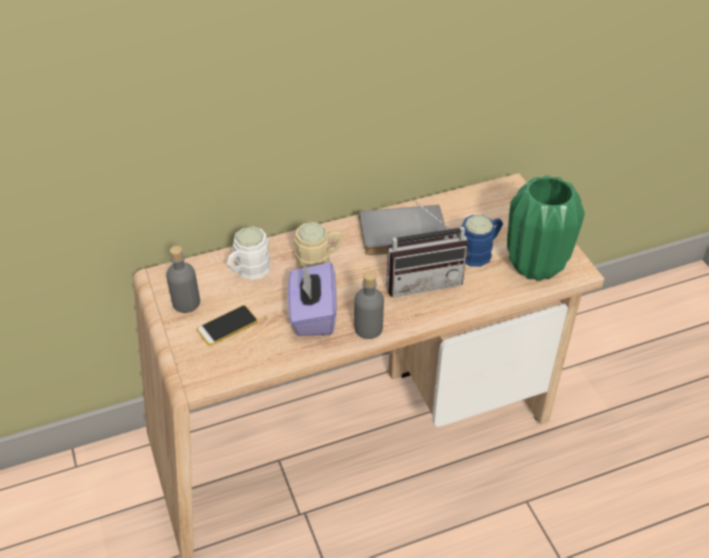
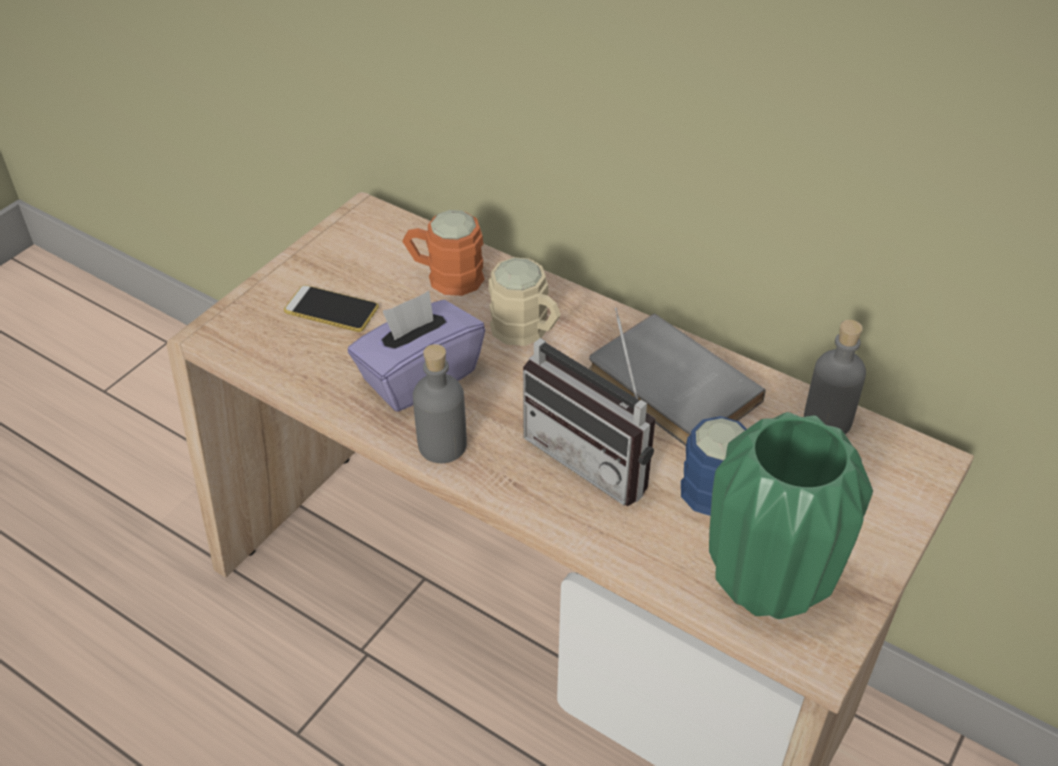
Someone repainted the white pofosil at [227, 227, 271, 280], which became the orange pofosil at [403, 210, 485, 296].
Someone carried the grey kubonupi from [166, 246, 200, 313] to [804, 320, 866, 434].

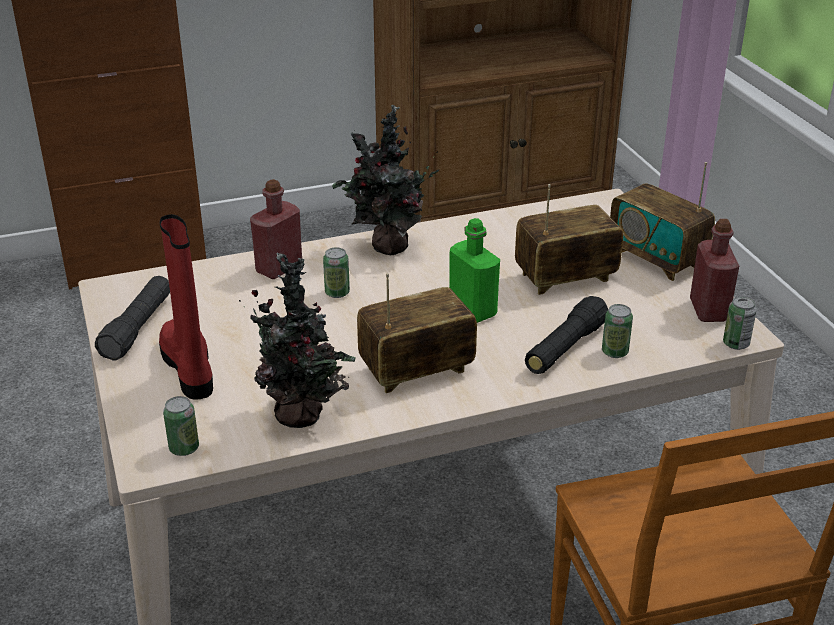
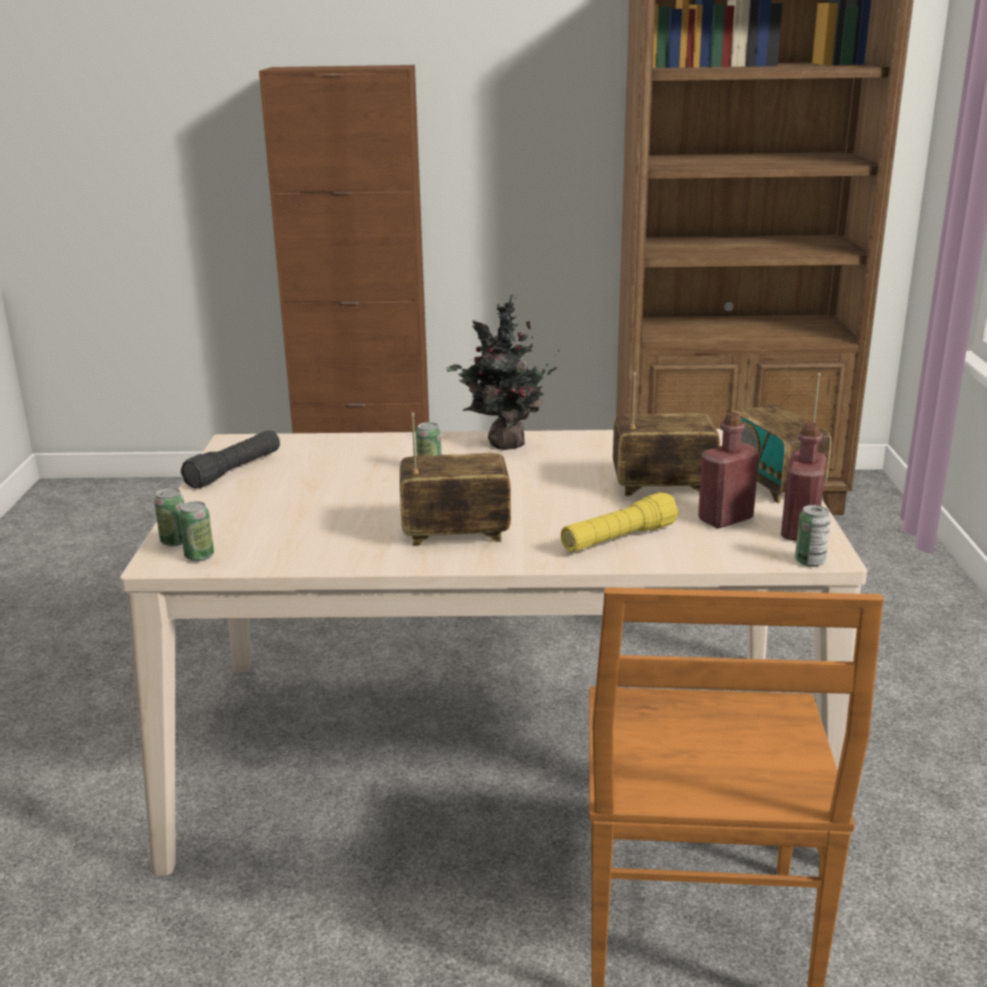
Someone carried the red kubonupi from [250, 179, 302, 279] to [698, 412, 760, 529].
Someone took away the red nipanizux at [159, 214, 213, 400].
Someone took away the green kubonupi at [449, 218, 500, 323].
Someone took away the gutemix at [239, 253, 356, 428].
Someone repainted the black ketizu at [525, 296, 609, 374], which became the yellow ketizu at [561, 492, 679, 552].
Someone carried the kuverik from [602, 304, 633, 358] to [154, 488, 185, 546].

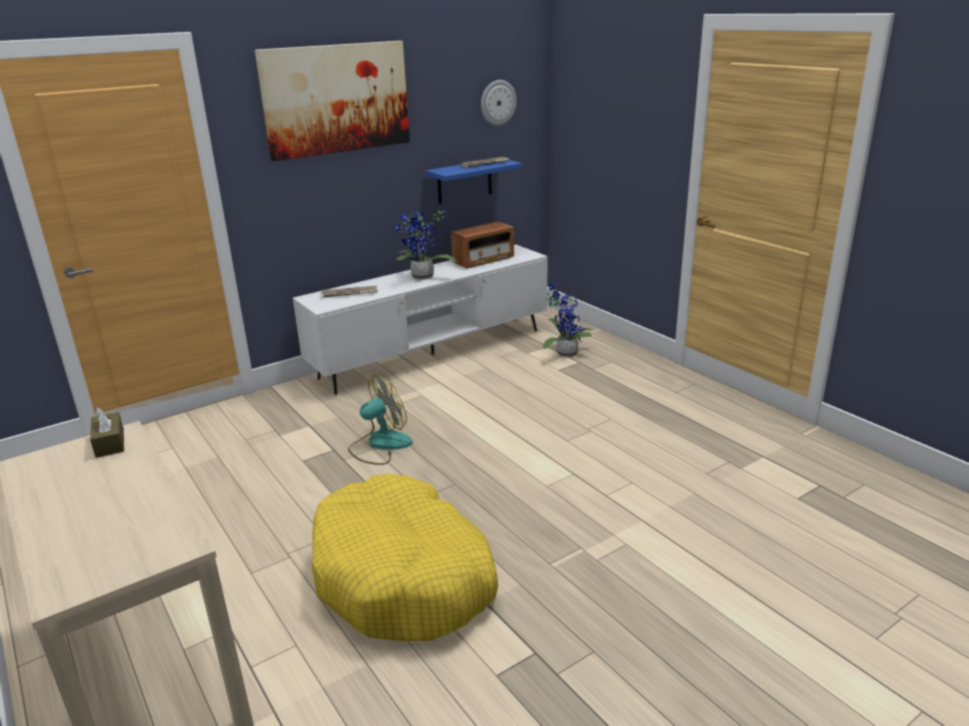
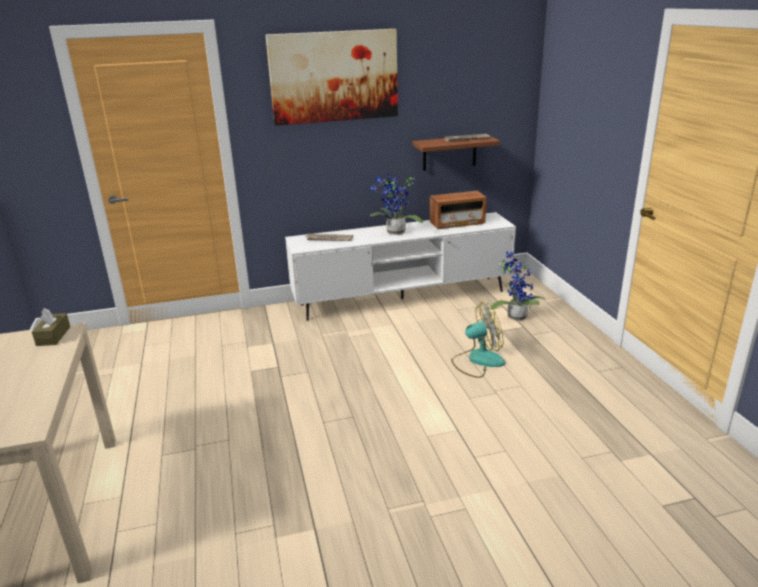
Someone took away the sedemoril at [481, 80, 517, 126].
Someone repainted the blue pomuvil at [426, 160, 522, 204], which became the brown pomuvil at [412, 136, 500, 171].
Someone carried the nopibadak from [348, 374, 413, 465] to [451, 302, 505, 378].
Someone took away the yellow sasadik at [311, 474, 498, 641].

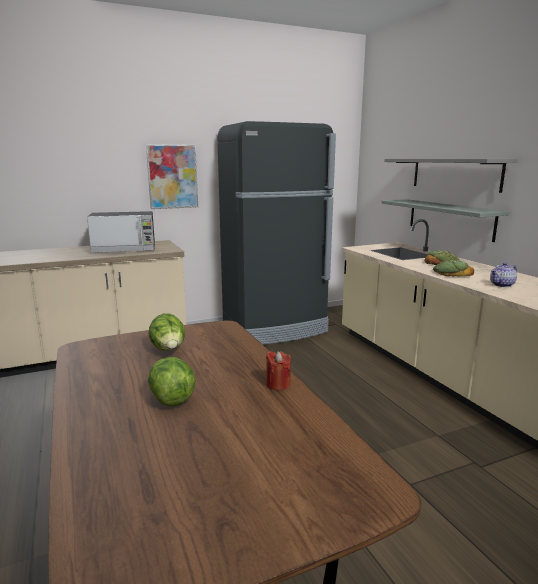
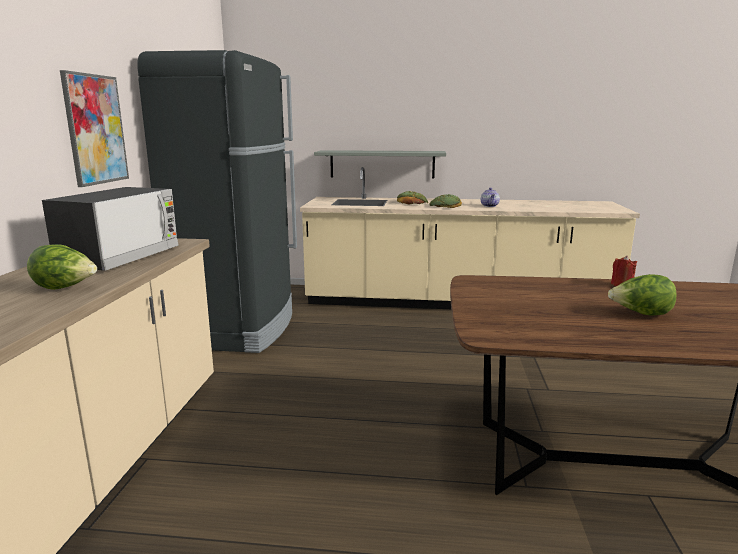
Someone took away the grey pomuvil at [384, 159, 518, 193].
Someone carried the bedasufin from [149, 313, 185, 351] to [27, 244, 97, 290].

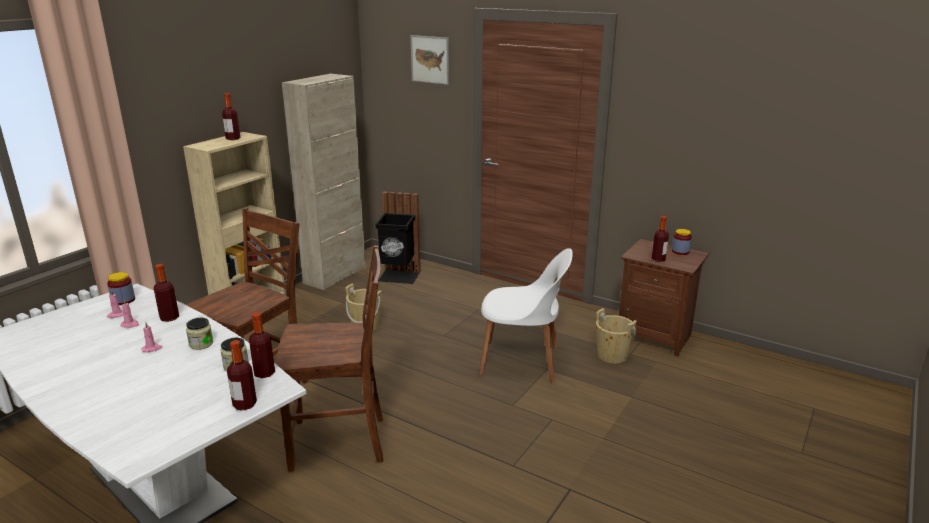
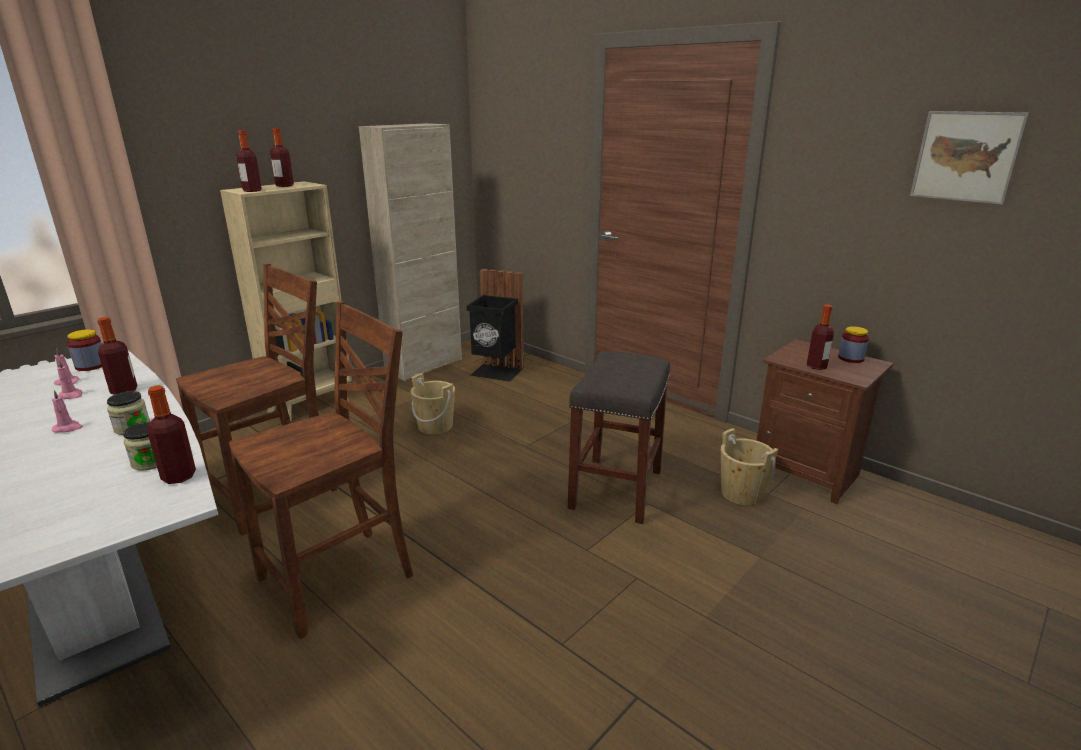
Someone carried the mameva from [410, 35, 449, 85] to [910, 111, 1029, 205].
Someone rotated the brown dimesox at [276, 246, 383, 472] by 45 degrees counterclockwise.
Someone swapped the white dimesox at [479, 248, 573, 383] for the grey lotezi at [568, 352, 670, 524].
Someone carried the kubonupi from [227, 340, 257, 410] to [237, 130, 262, 192].

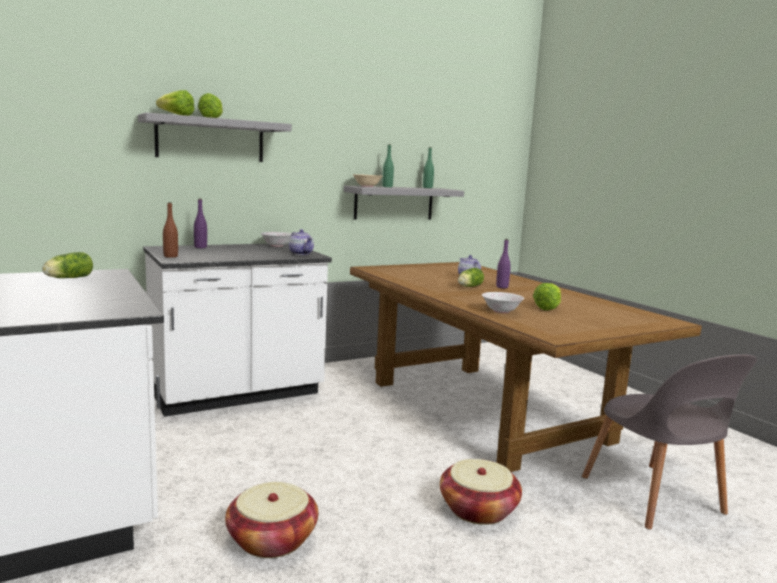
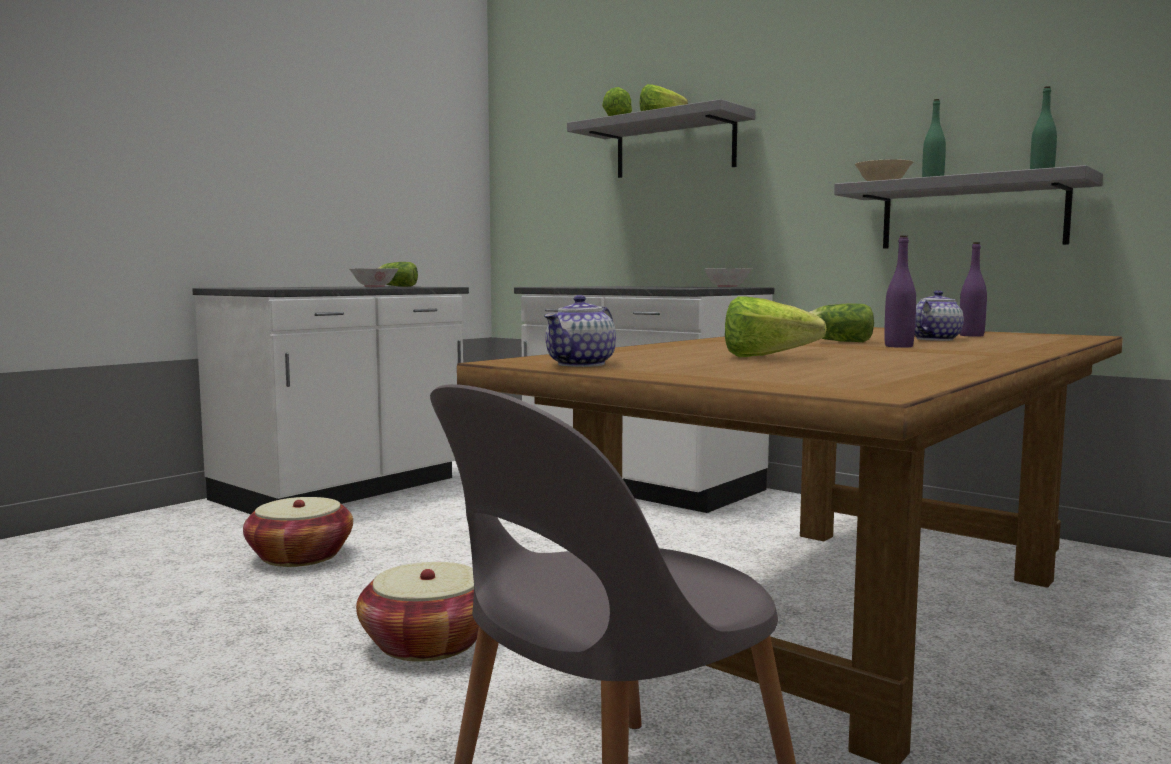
Someone carried the purple kubonupi from [194, 199, 207, 248] to [959, 242, 987, 337].
Someone took away the brown kubonupi at [163, 202, 178, 258].
Someone carried the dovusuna from [289, 229, 314, 255] to [544, 295, 616, 367].
Someone carried the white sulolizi from [482, 292, 524, 313] to [349, 268, 399, 287].

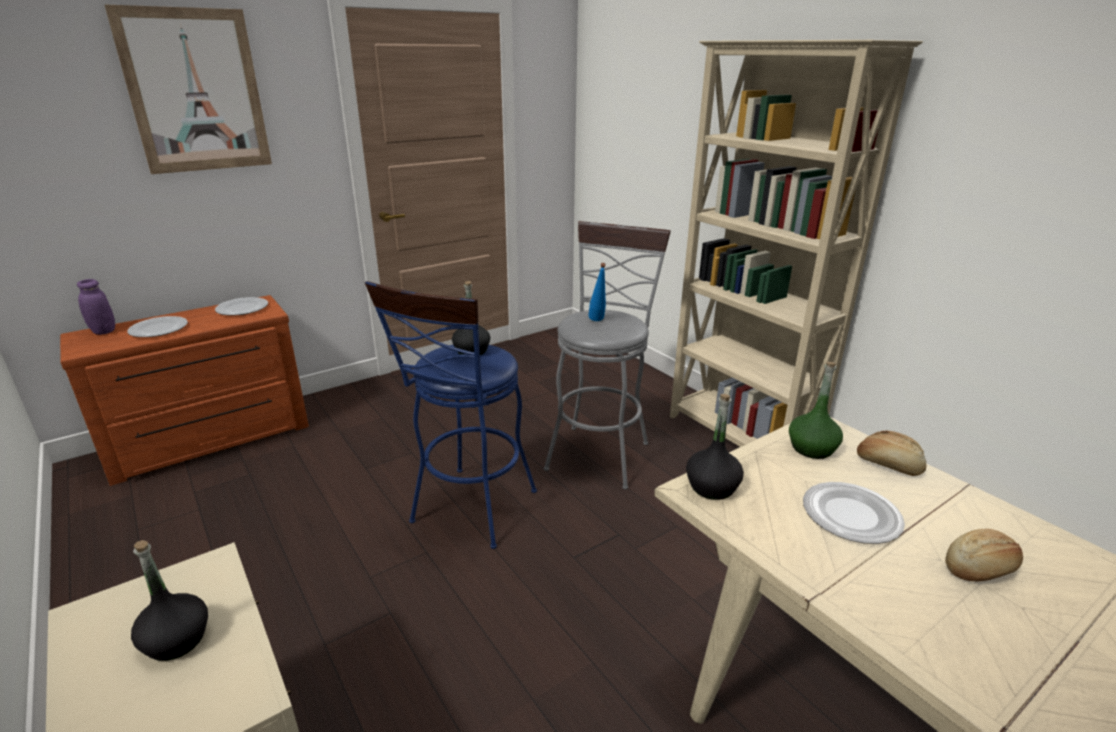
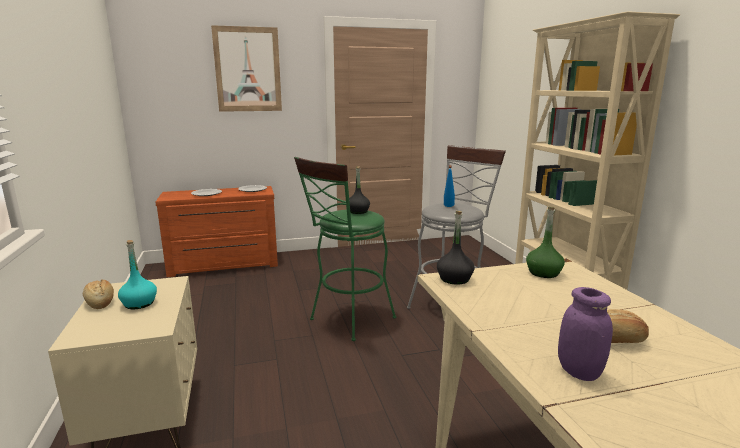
Someone carried the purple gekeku from [77, 279, 115, 335] to [558, 287, 613, 381].
Someone repainted the blue lotezi at [365, 281, 537, 549], which became the green lotezi at [294, 157, 396, 341].
Someone carried the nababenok from [857, 430, 926, 476] to [83, 280, 114, 309].
Someone took away the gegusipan at [803, 482, 905, 544].
Someone repainted the black kubonupi at [131, 540, 208, 661], which became the turquoise kubonupi at [118, 240, 157, 309].

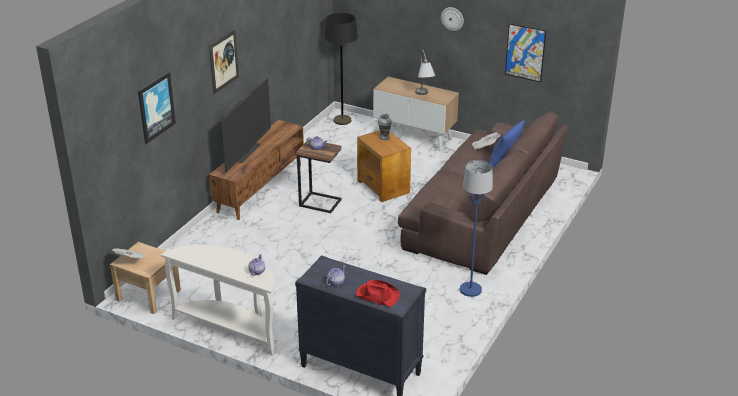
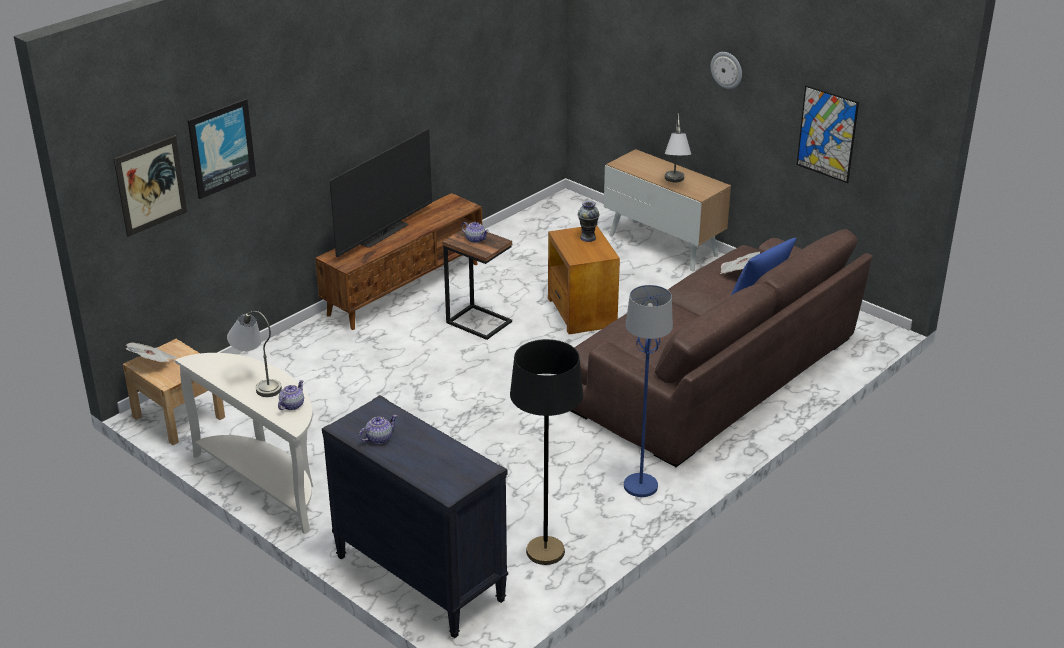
Someone carried the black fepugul from [324, 12, 358, 125] to [510, 339, 583, 565].
Someone carried the mameva from [209, 30, 239, 94] to [114, 136, 187, 237].
Someone took away the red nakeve at [356, 280, 400, 307].
Someone put down the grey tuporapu at [227, 311, 282, 397].

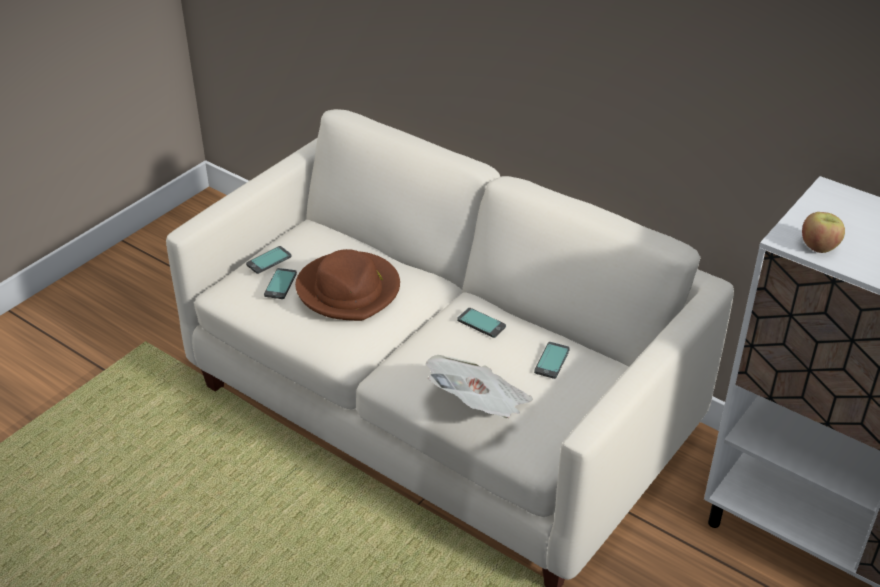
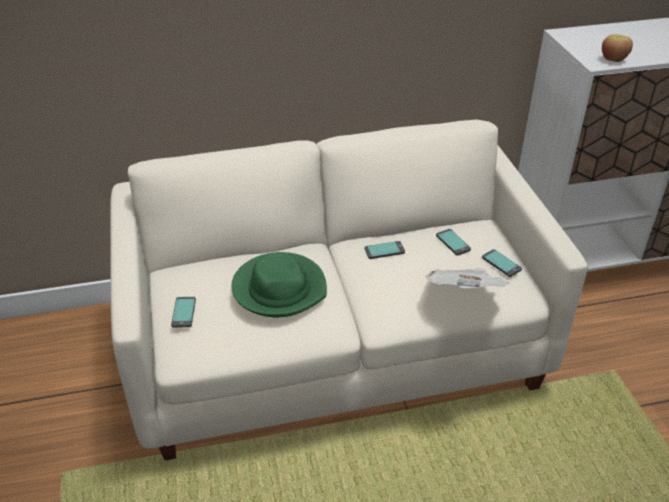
Someone repainted the brown nakeve at [295, 249, 400, 321], which became the green nakeve at [231, 252, 327, 317].
Someone carried the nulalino from [264, 268, 297, 299] to [482, 249, 522, 277].

